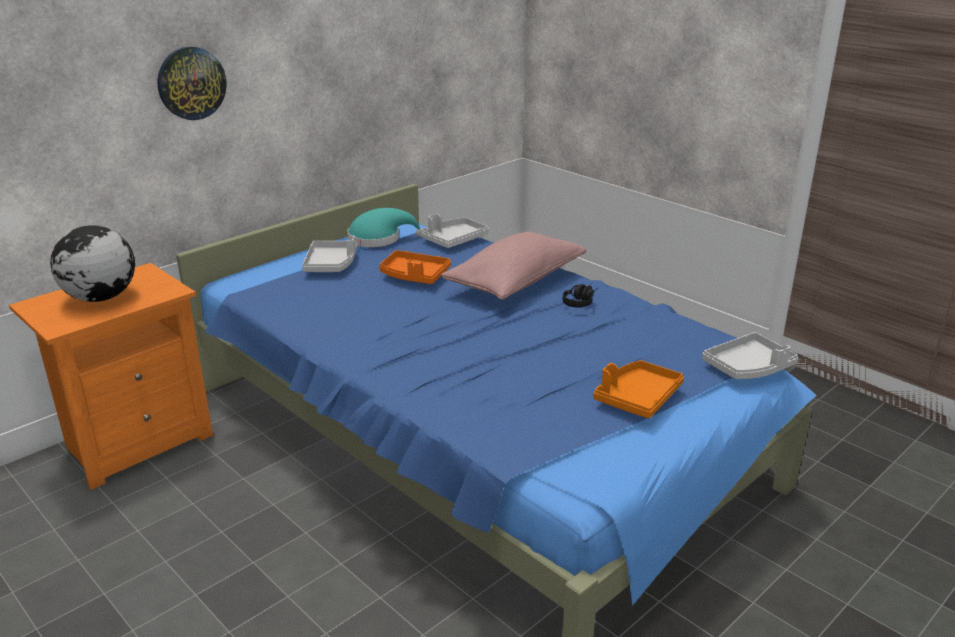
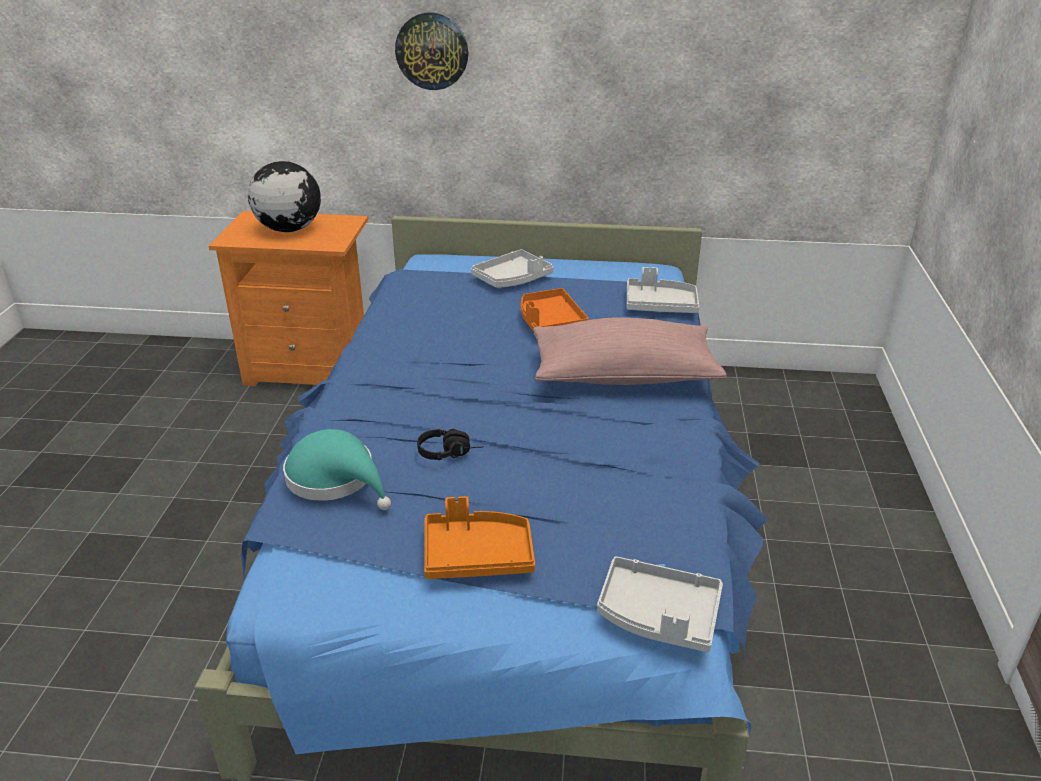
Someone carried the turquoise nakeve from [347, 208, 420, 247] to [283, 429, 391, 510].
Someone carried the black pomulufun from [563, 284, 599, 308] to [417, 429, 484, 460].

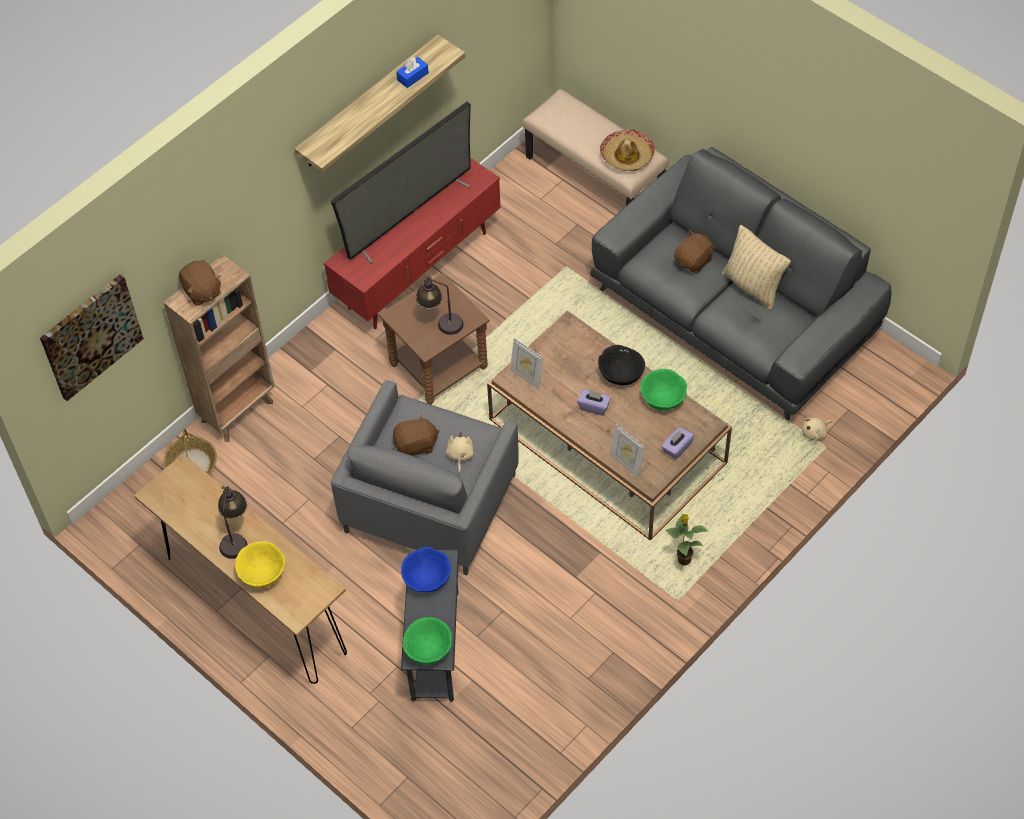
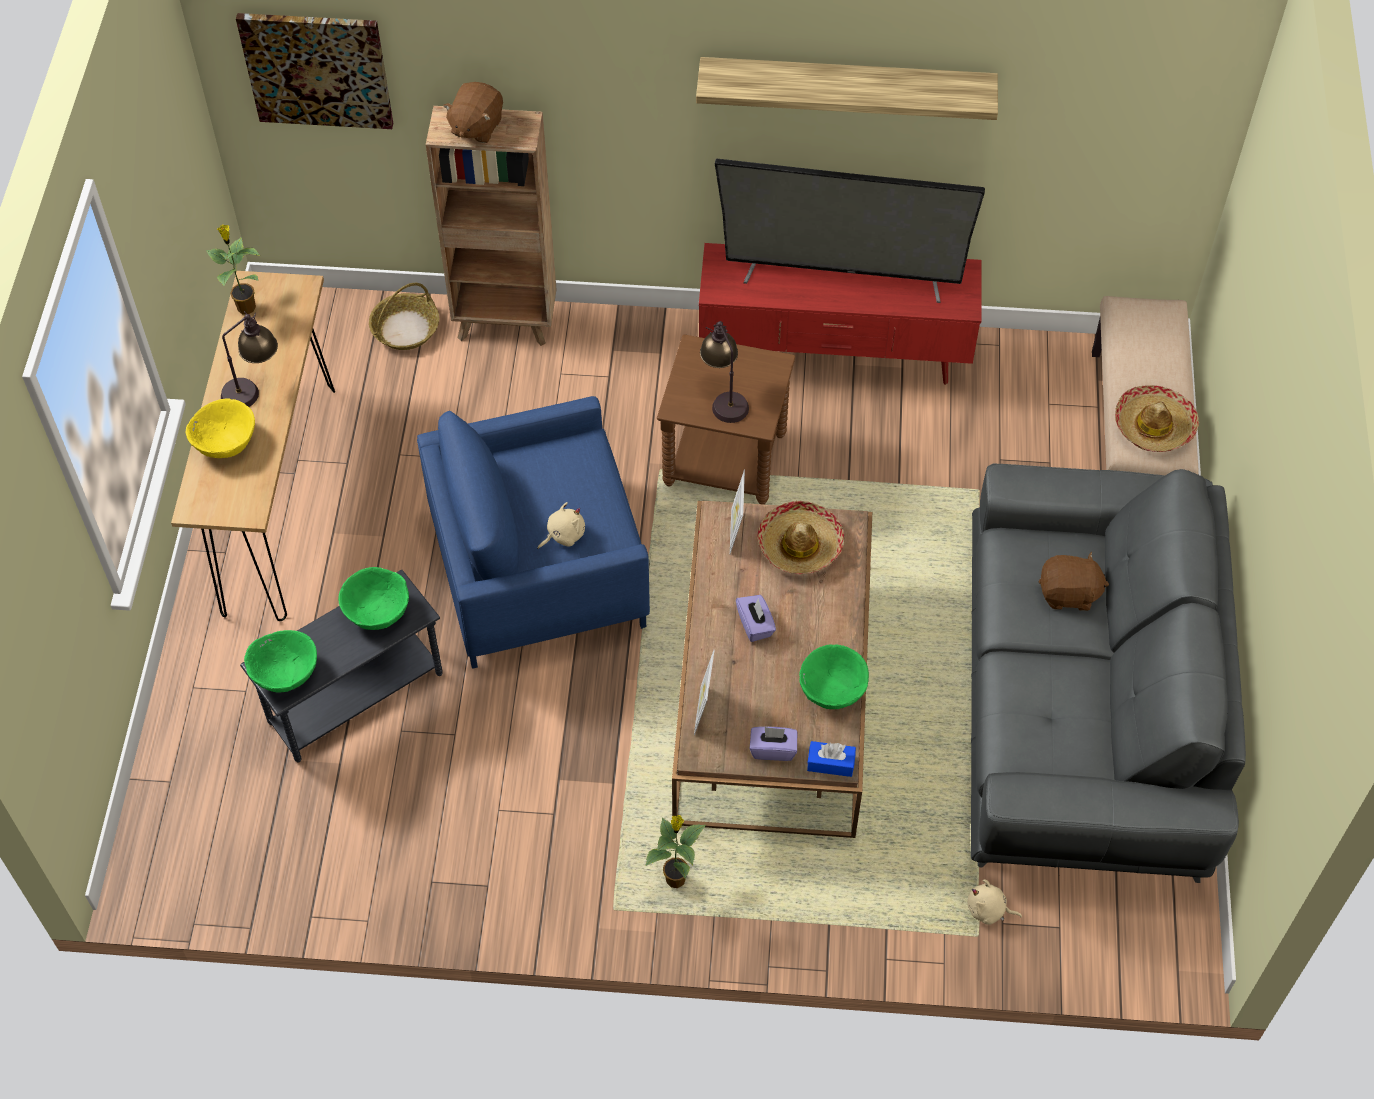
Someone carried the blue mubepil from [396, 57, 429, 88] to [807, 741, 856, 777].
Someone took away the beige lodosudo at [722, 225, 791, 310].
Someone took away the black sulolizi at [598, 345, 645, 386].
Someone repainted the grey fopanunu at [331, 380, 518, 575], which became the blue fopanunu at [417, 396, 650, 669].
Someone took away the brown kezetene at [393, 413, 440, 456].
Someone repainted the blue sulolizi at [401, 547, 451, 592], which became the green sulolizi at [338, 567, 409, 630].
Someone put down the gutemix at [206, 225, 260, 314].
Someone put down the nakeve at [757, 501, 845, 575].

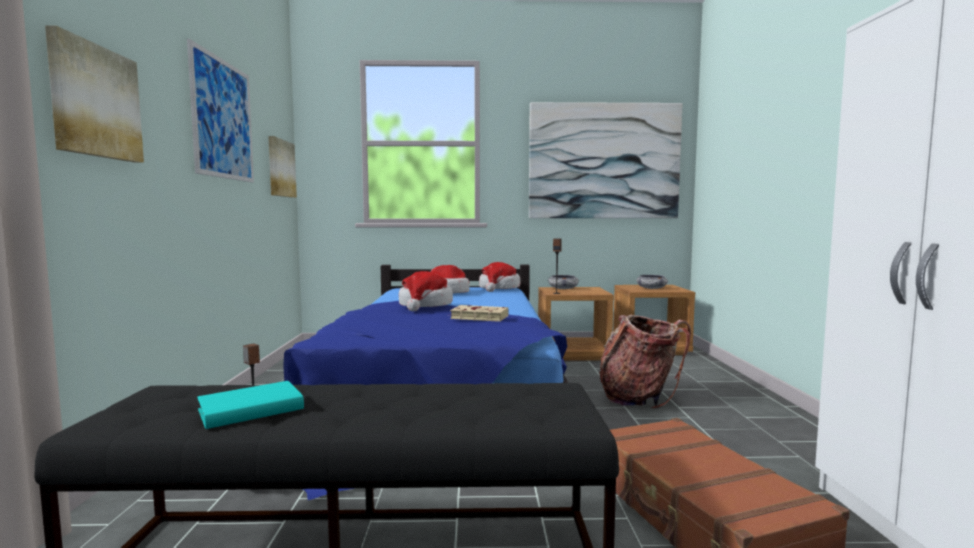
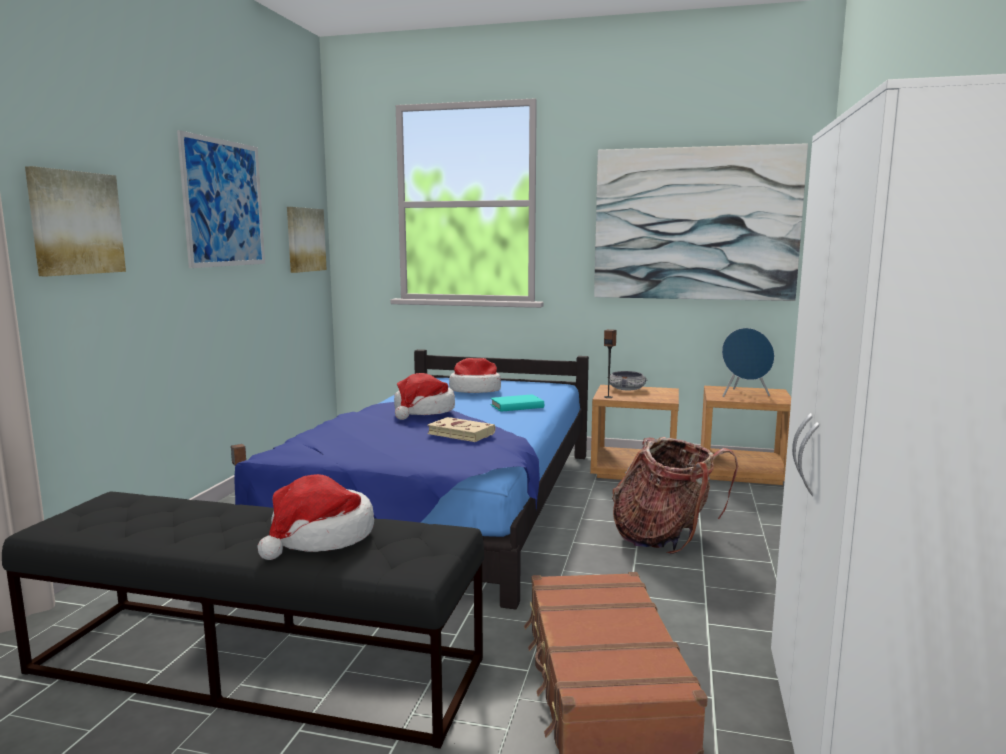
Someone carried the nakeve from [479, 262, 520, 292] to [257, 474, 374, 560].
Someone swapped the sulolizi at [636, 275, 668, 289] for the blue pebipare at [722, 328, 775, 397].
Someone carried the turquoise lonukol from [197, 381, 304, 429] to [490, 394, 544, 412].

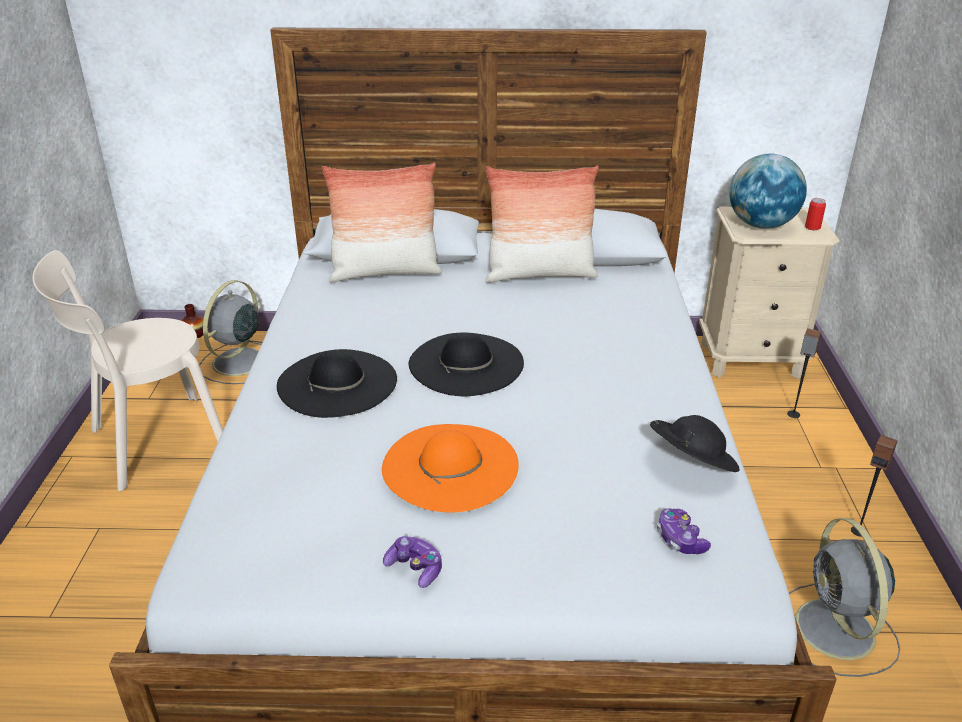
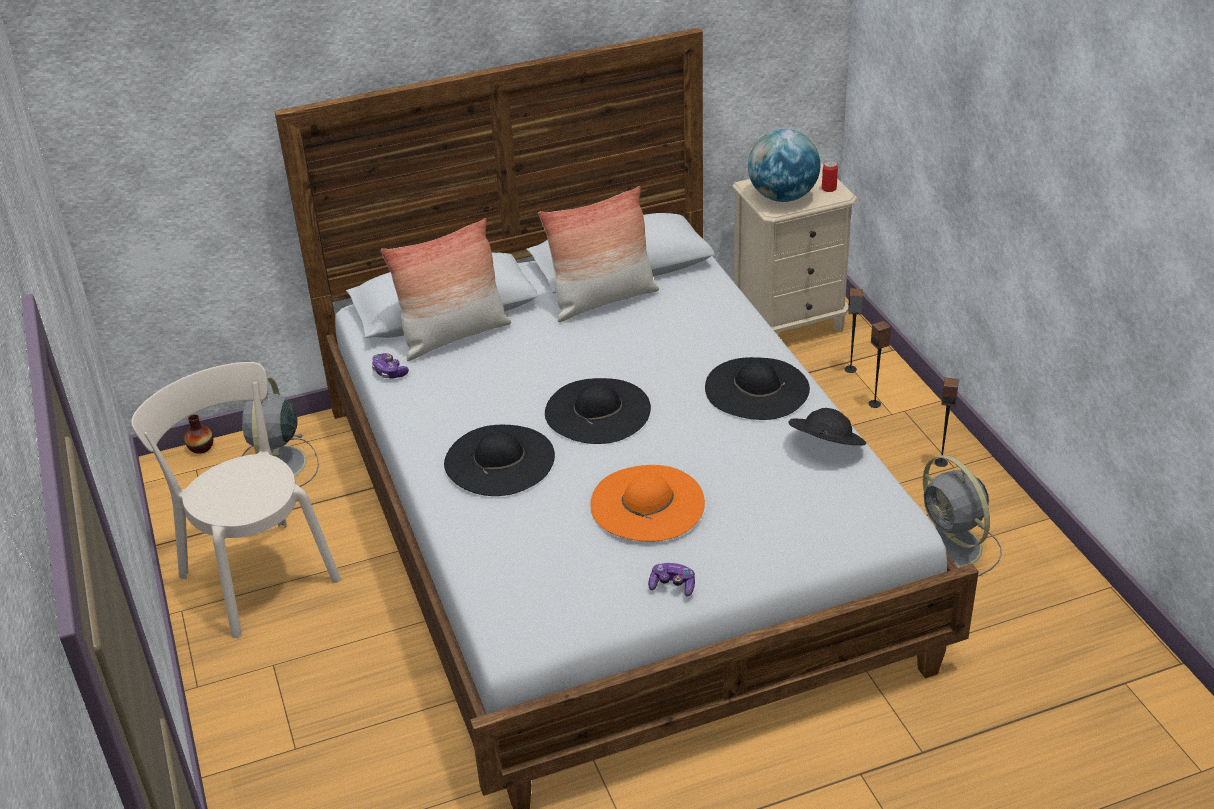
Someone rotated the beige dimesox at [32, 250, 223, 491] by 105 degrees clockwise.
Someone carried the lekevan from [657, 508, 711, 554] to [372, 353, 409, 378].
Someone put down the pebipare at [868, 321, 891, 408].
Someone put down the black nakeve at [705, 357, 810, 420].

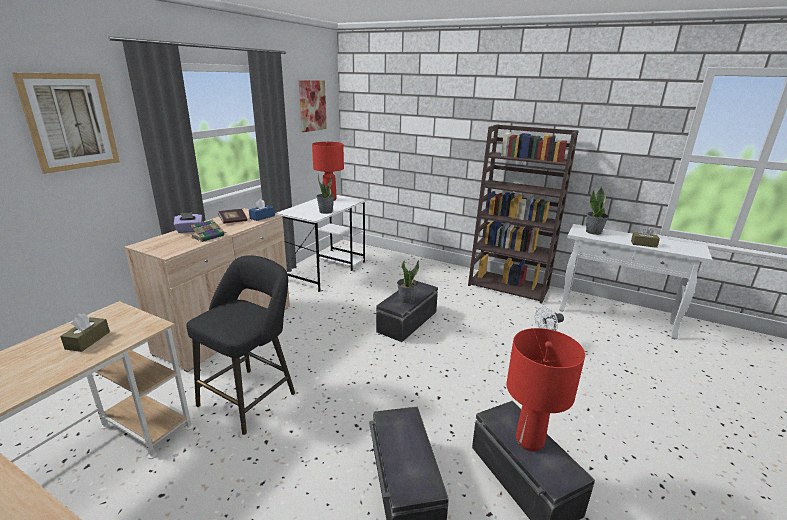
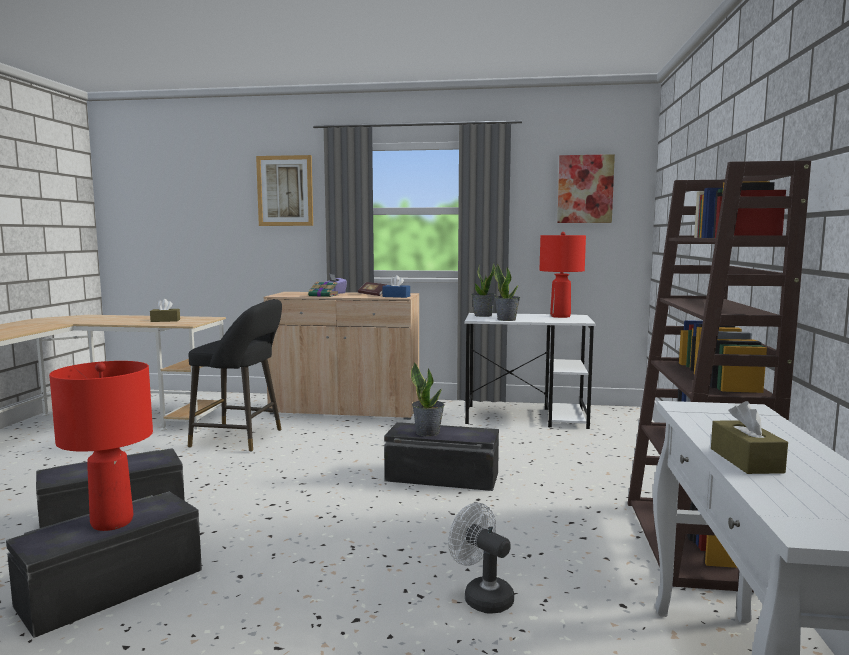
Someone carried the gutemix from [586, 186, 609, 235] to [471, 263, 495, 317].

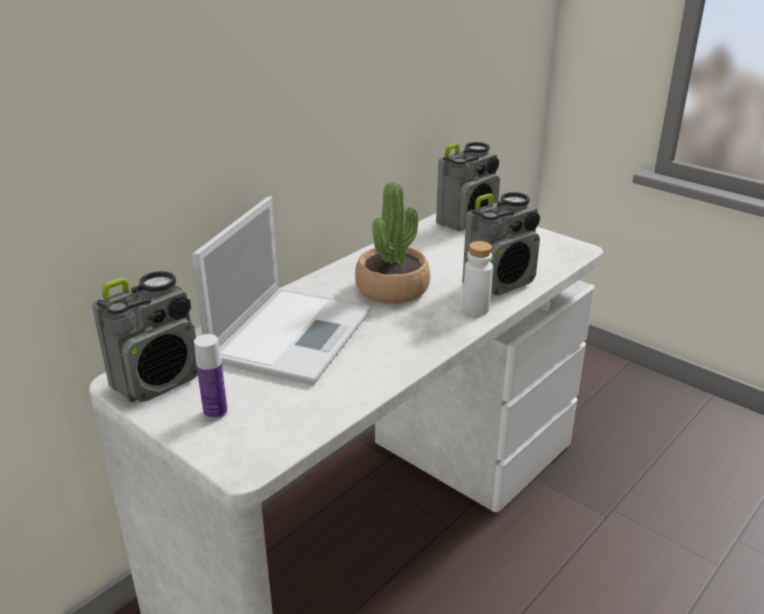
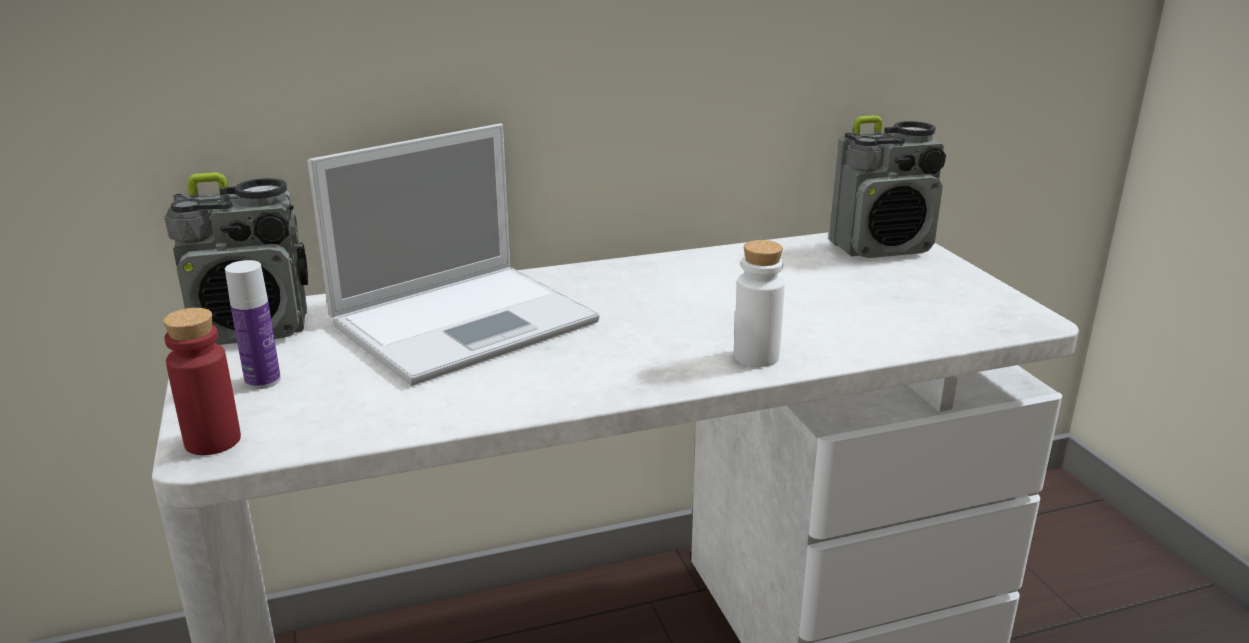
Someone took away the gutemix at [355, 181, 430, 304].
Someone took away the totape at [462, 192, 540, 296].
Someone put down the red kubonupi at [163, 308, 241, 455].

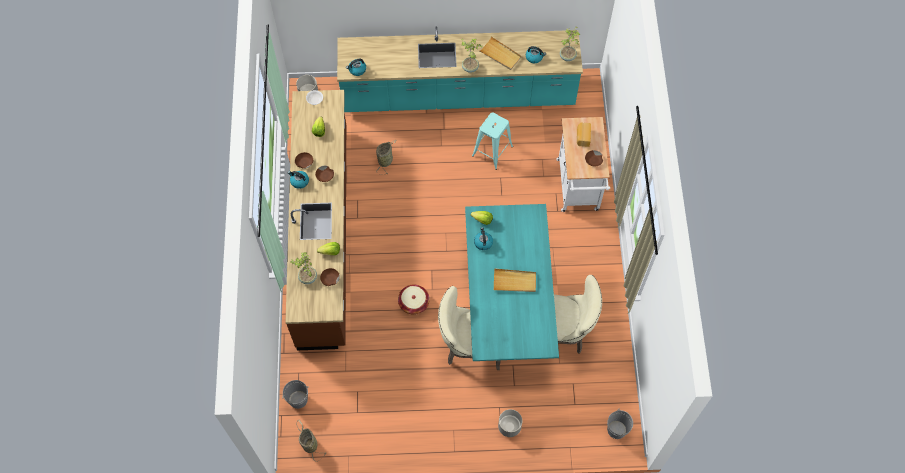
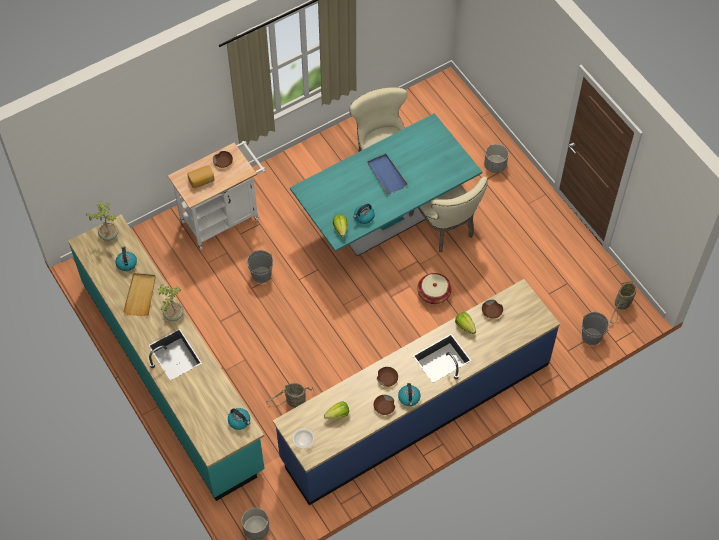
Someone repainted the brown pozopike at [285, 90, 346, 350], which became the blue pozopike at [273, 279, 560, 505].
Someone took away the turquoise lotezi at [472, 112, 513, 170].
Someone took away the gutemix at [290, 252, 317, 284].
Someone repainted the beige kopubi at [494, 268, 536, 292], which became the blue kopubi at [368, 154, 408, 194].
Someone carried the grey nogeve from [607, 408, 633, 439] to [247, 250, 273, 283].

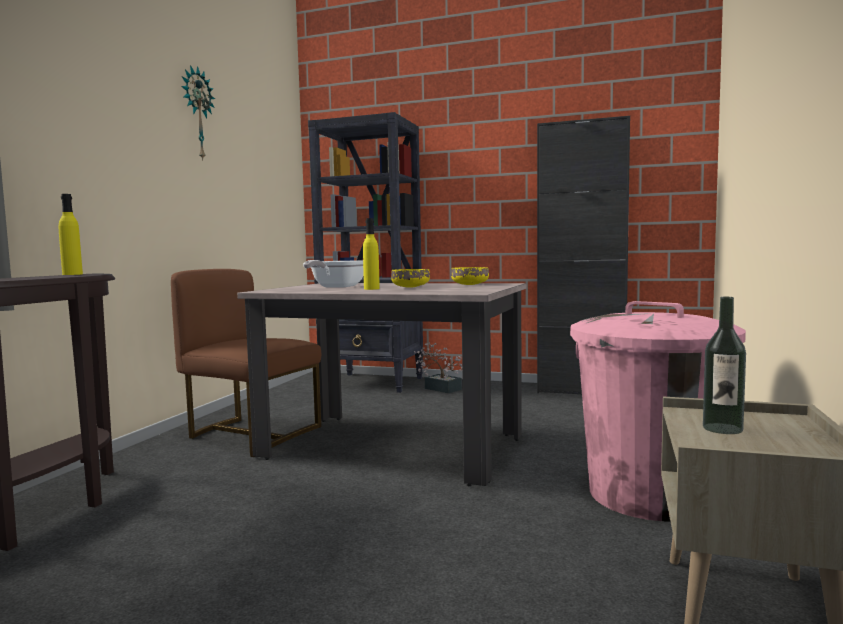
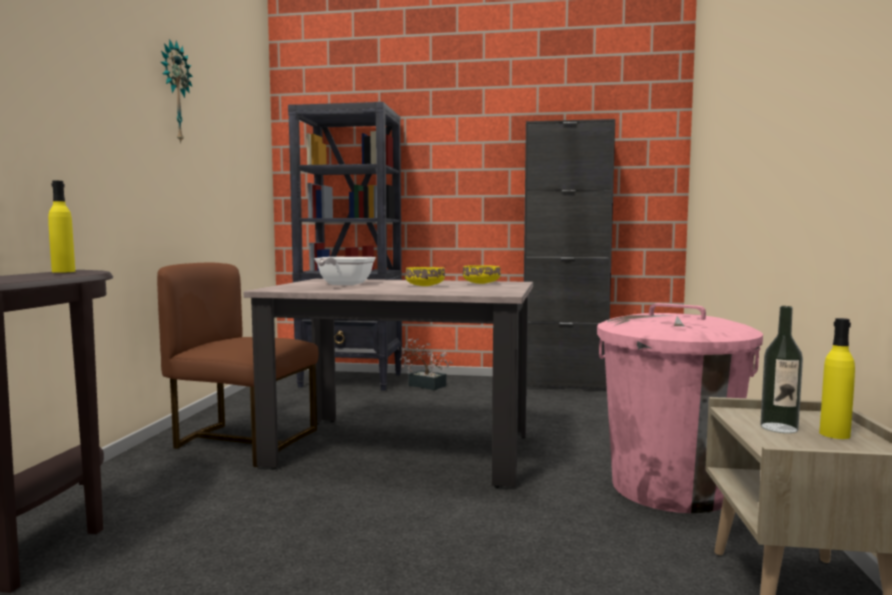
Someone carried the yellow kubonupi from [363, 218, 380, 290] to [819, 318, 855, 439].

